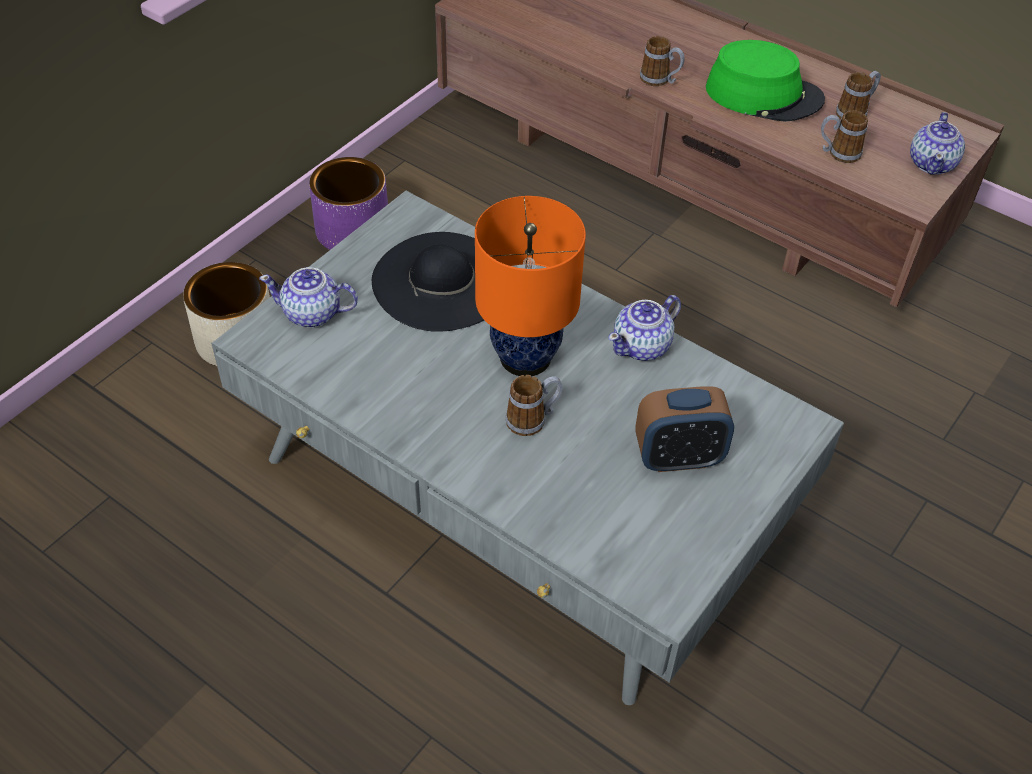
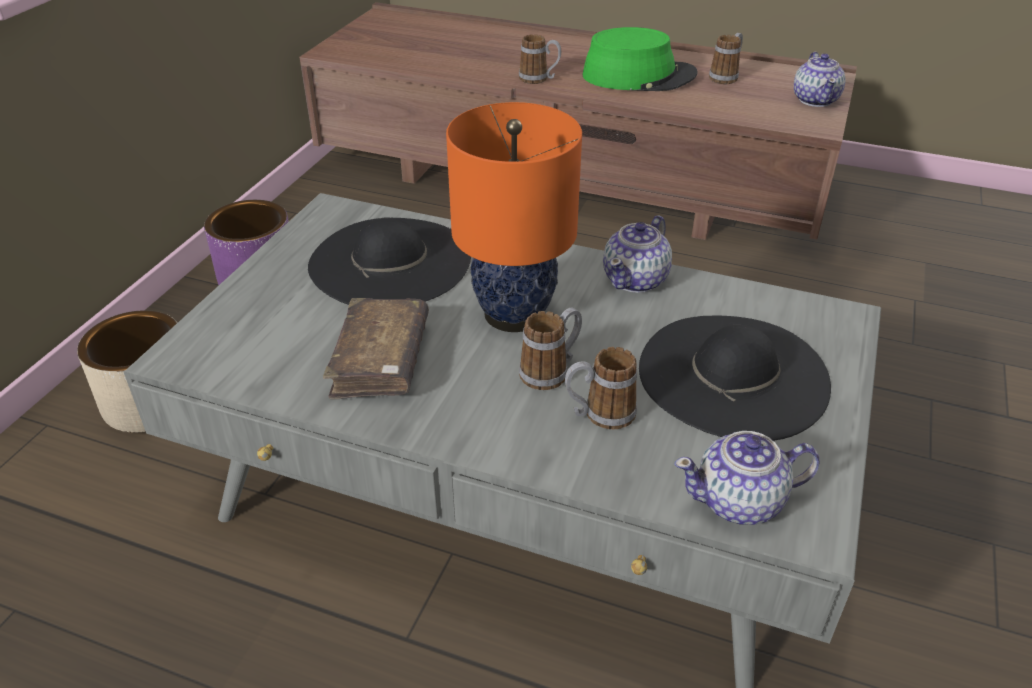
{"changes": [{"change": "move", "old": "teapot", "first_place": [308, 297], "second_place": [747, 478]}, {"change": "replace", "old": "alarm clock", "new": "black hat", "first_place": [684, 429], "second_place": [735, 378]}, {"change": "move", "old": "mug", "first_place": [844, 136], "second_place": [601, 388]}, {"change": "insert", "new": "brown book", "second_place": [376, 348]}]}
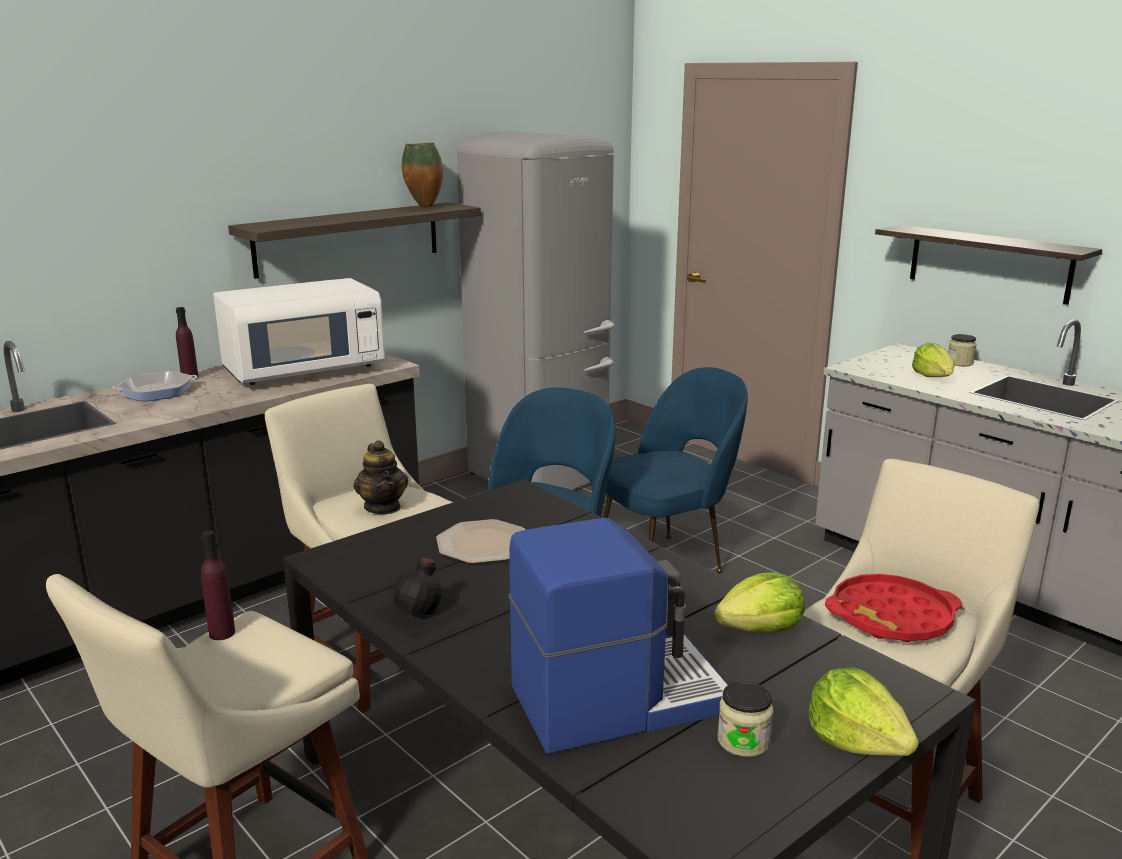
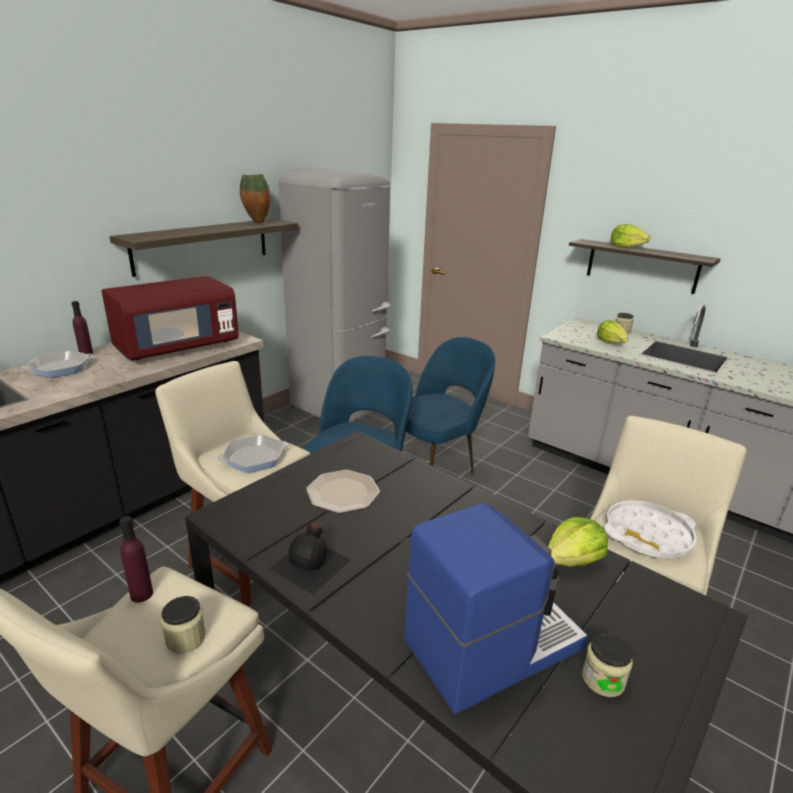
{"changes": [{"change": "recolor", "old": "white microwave", "new": "red microwave", "first_place": [299, 331], "second_place": [170, 318]}, {"change": "replace", "old": "teapot", "new": "frying pan", "first_place": [380, 477], "second_place": [253, 454]}, {"change": "move", "old": "lettuce", "first_place": [863, 712], "second_place": [630, 236]}, {"change": "recolor", "old": "red tray", "new": "white tray", "first_place": [893, 608], "second_place": [650, 529]}, {"change": "insert", "new": "jar", "second_place": [183, 624]}]}
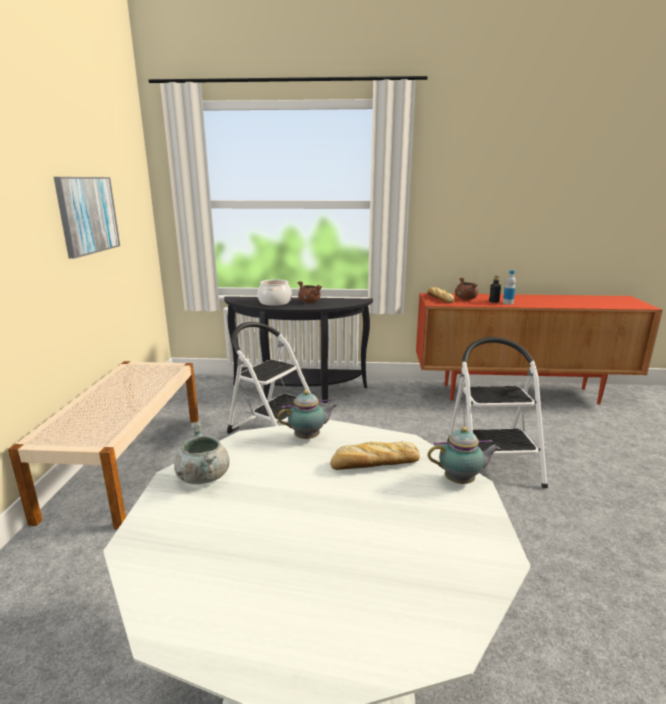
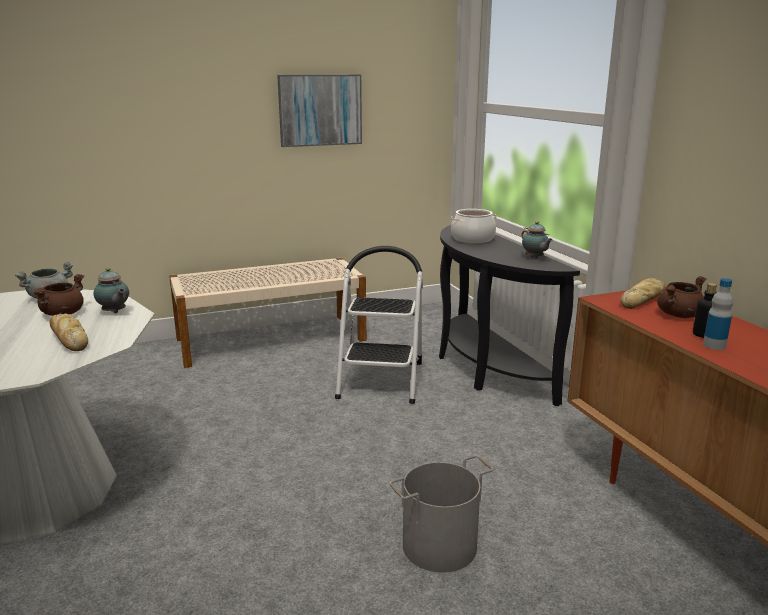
{"changes": [{"change": "move", "old": "brown cooking pot", "first_place": [310, 292], "second_place": [59, 295]}, {"change": "move", "old": "teapot", "first_place": [464, 455], "second_place": [537, 240]}, {"change": "replace", "old": "step ladder", "new": "grey bucket", "first_place": [497, 412], "second_place": [441, 514]}]}
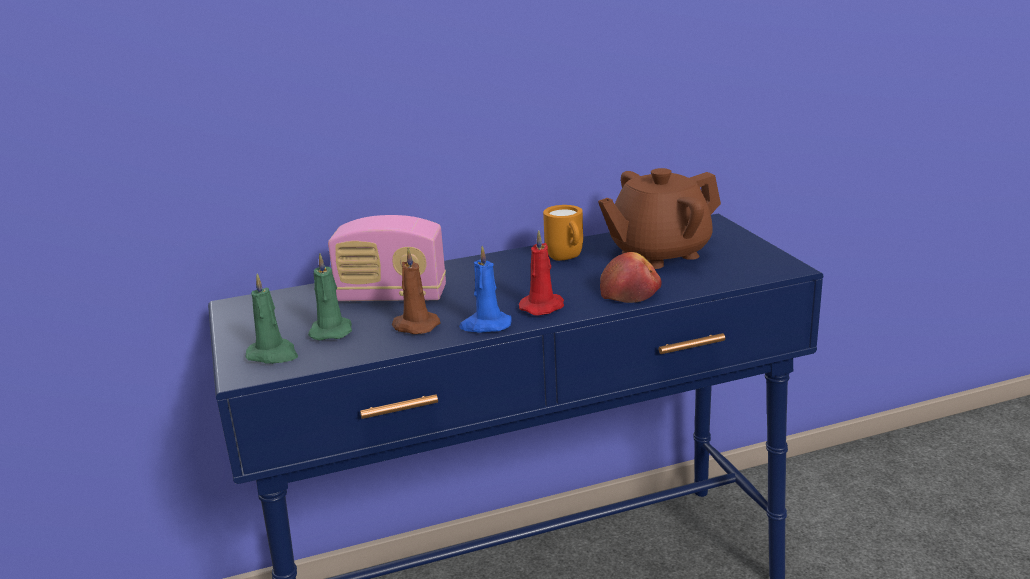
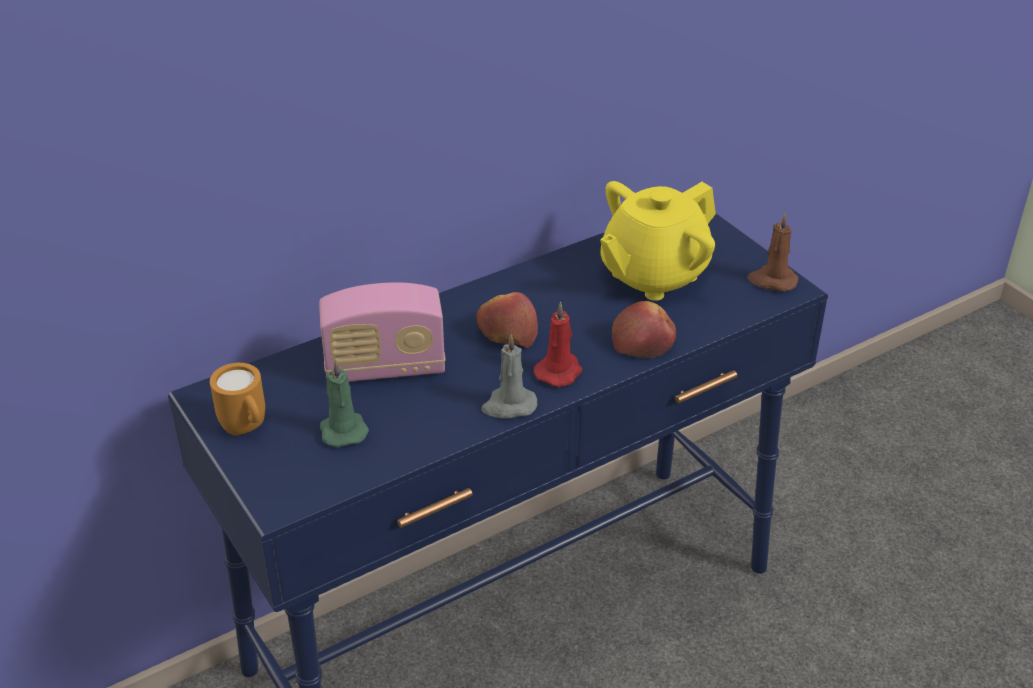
{"changes": [{"change": "delete", "old": "green candle", "first_place": [272, 318]}, {"change": "move", "old": "brown candle", "first_place": [416, 291], "second_place": [772, 252]}, {"change": "recolor", "old": "blue candle", "new": "grey candle", "first_place": [485, 289], "second_place": [509, 376]}, {"change": "move", "old": "orange mug", "first_place": [563, 233], "second_place": [237, 399]}, {"change": "recolor", "old": "brown teapot", "new": "yellow teapot", "first_place": [659, 218], "second_place": [658, 241]}, {"change": "insert", "new": "apple", "second_place": [507, 320]}]}
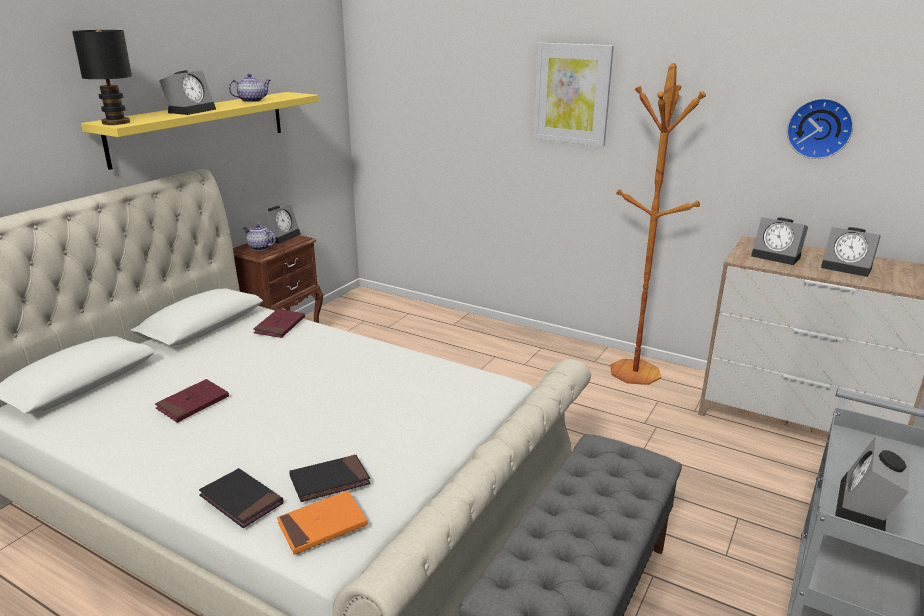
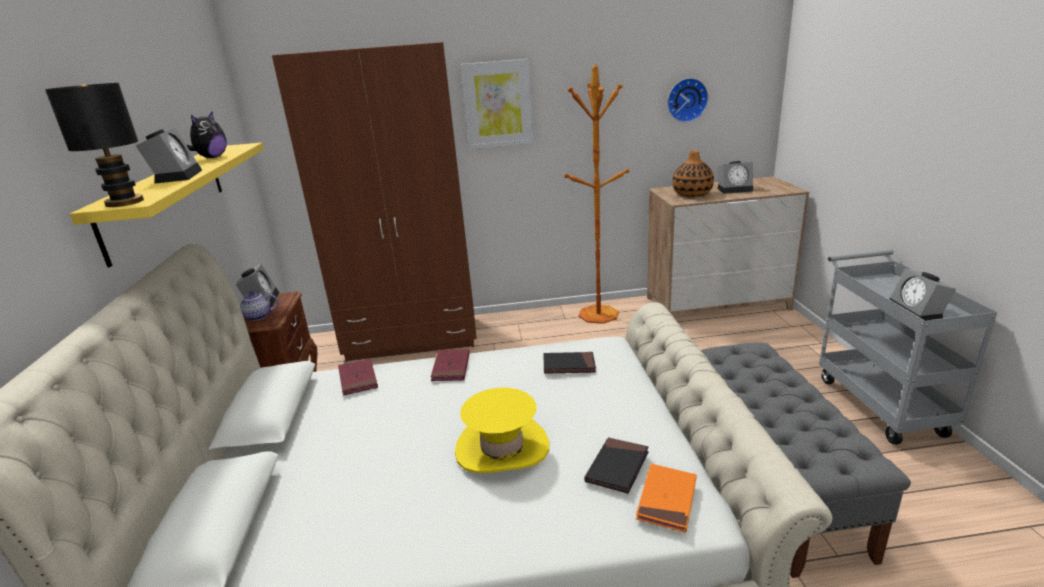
{"changes": [{"change": "move", "old": "red book", "first_place": [192, 401], "second_place": [450, 365]}, {"change": "move", "old": "black book", "first_place": [241, 498], "second_place": [569, 363]}, {"change": "replace", "old": "teapot", "new": "plush toy", "first_place": [249, 88], "second_place": [207, 135]}, {"change": "replace", "old": "alarm clock", "new": "vase", "first_place": [779, 241], "second_place": [693, 174]}, {"change": "insert", "new": "brown wardrobe", "second_place": [374, 202]}, {"change": "insert", "new": "yellow hat", "second_place": [502, 430]}]}
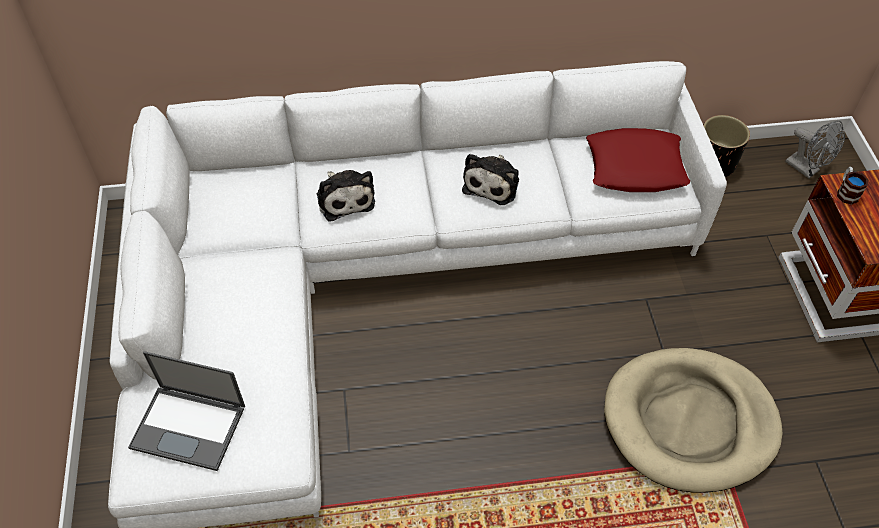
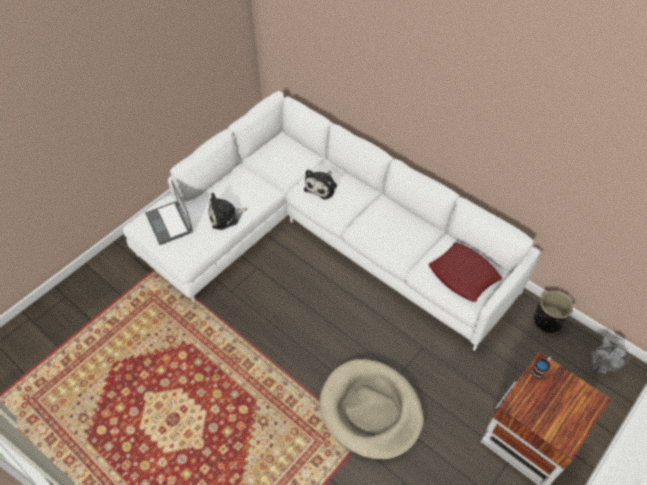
{"changes": [{"change": "move", "old": "plush toy", "first_place": [490, 179], "second_place": [227, 211]}]}
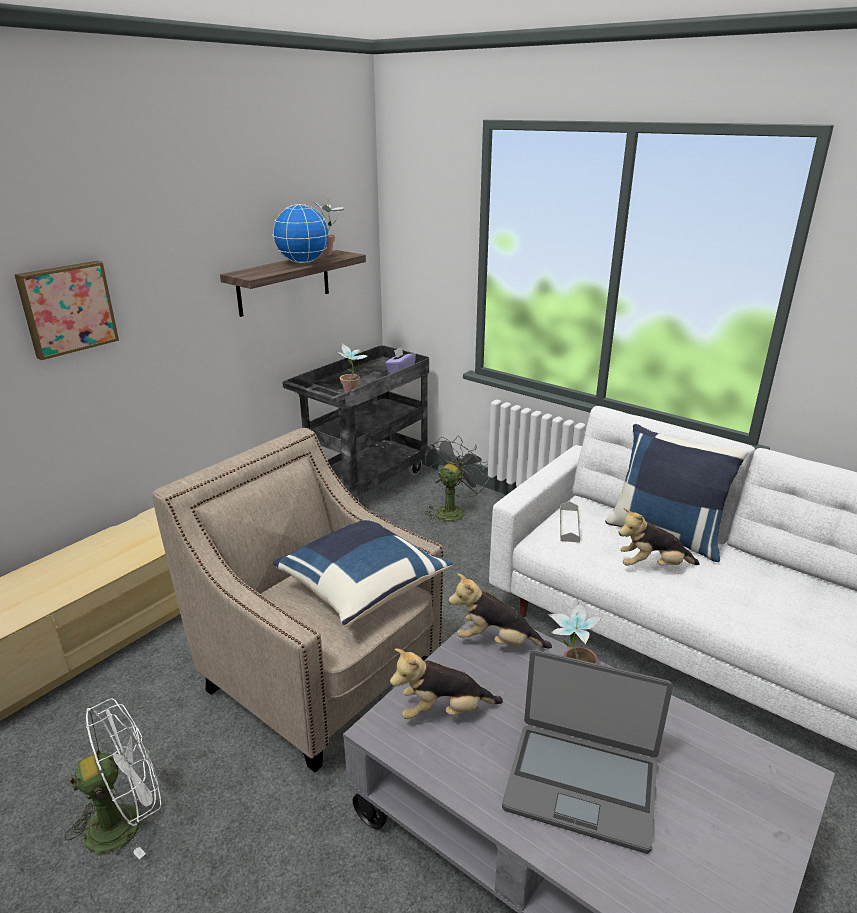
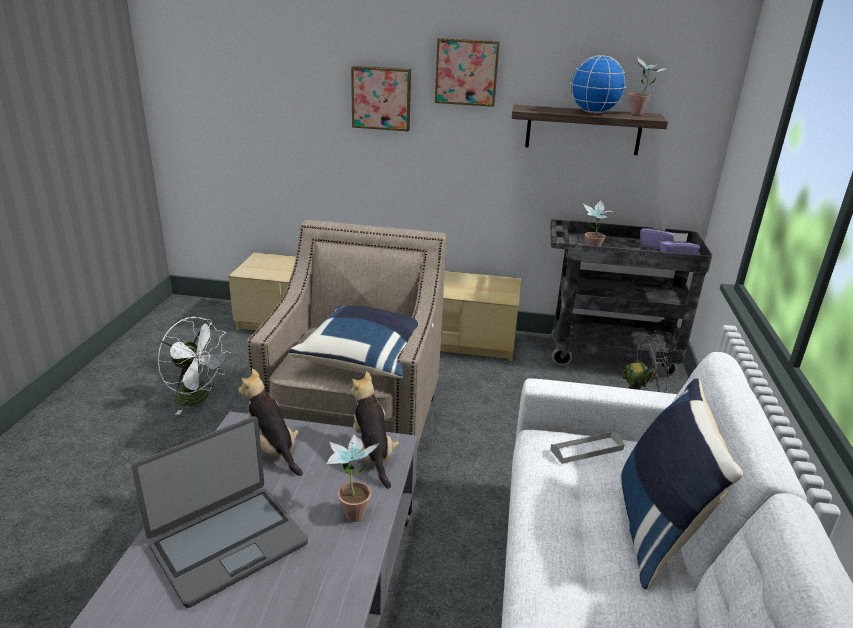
{"changes": [{"change": "rotate", "old": "laptop", "first_place": [587, 752], "second_place": [220, 512], "degrees": -120}, {"change": "delete", "old": "plush toy", "first_place": [659, 537]}, {"change": "insert", "new": "picture", "second_place": [467, 72]}, {"change": "insert", "new": "purple tissue box", "second_place": [656, 234]}]}
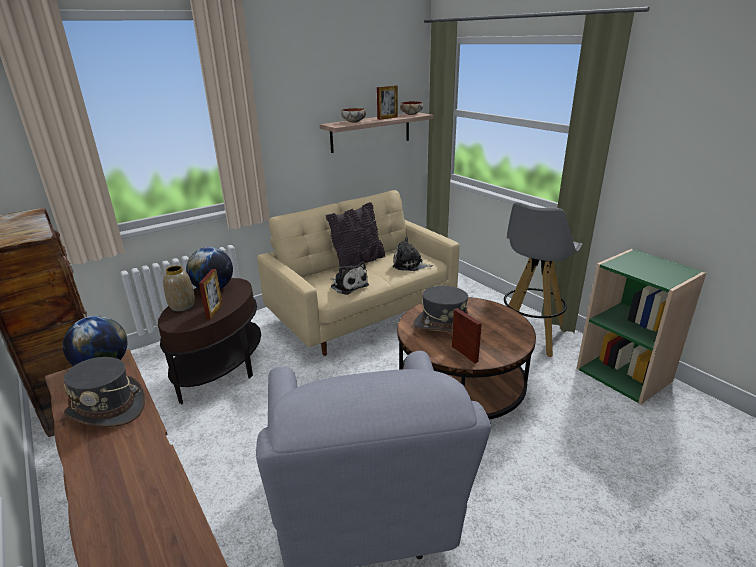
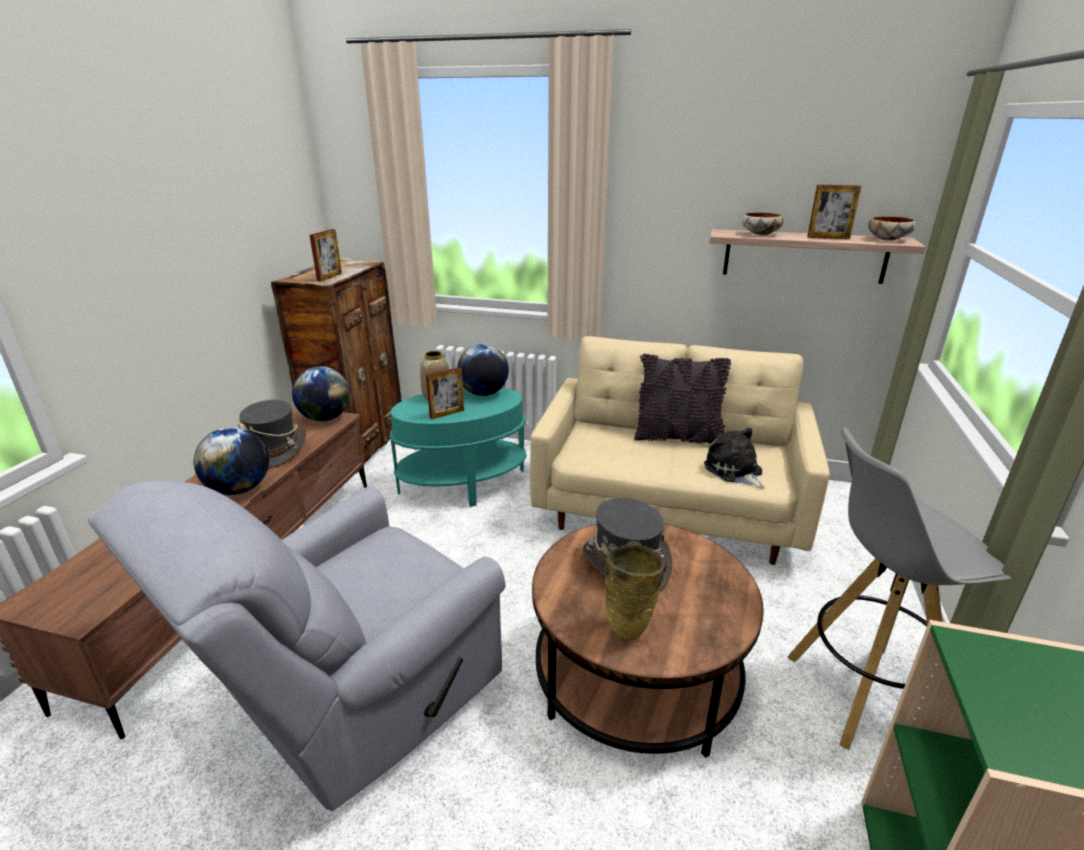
{"changes": [{"change": "recolor", "old": "brown side table", "new": "turquoise side table", "first_place": [209, 341], "second_place": [458, 447]}, {"change": "delete", "old": "plush toy", "first_place": [350, 278]}, {"change": "move", "old": "picture frame", "first_place": [467, 335], "second_place": [326, 255]}, {"change": "insert", "new": "globe", "second_place": [231, 461]}, {"change": "insert", "new": "beige vase", "second_place": [634, 592]}]}
